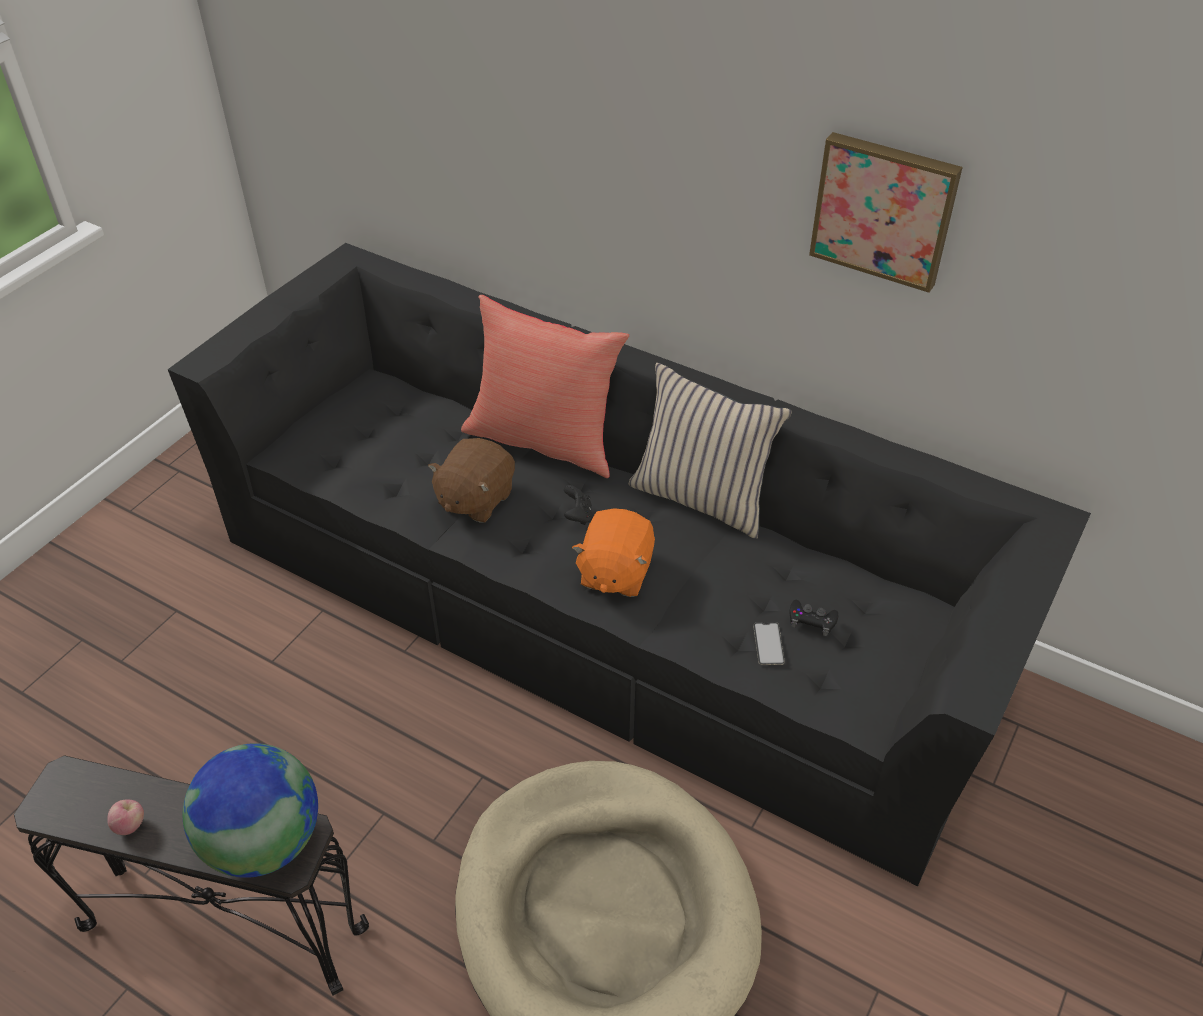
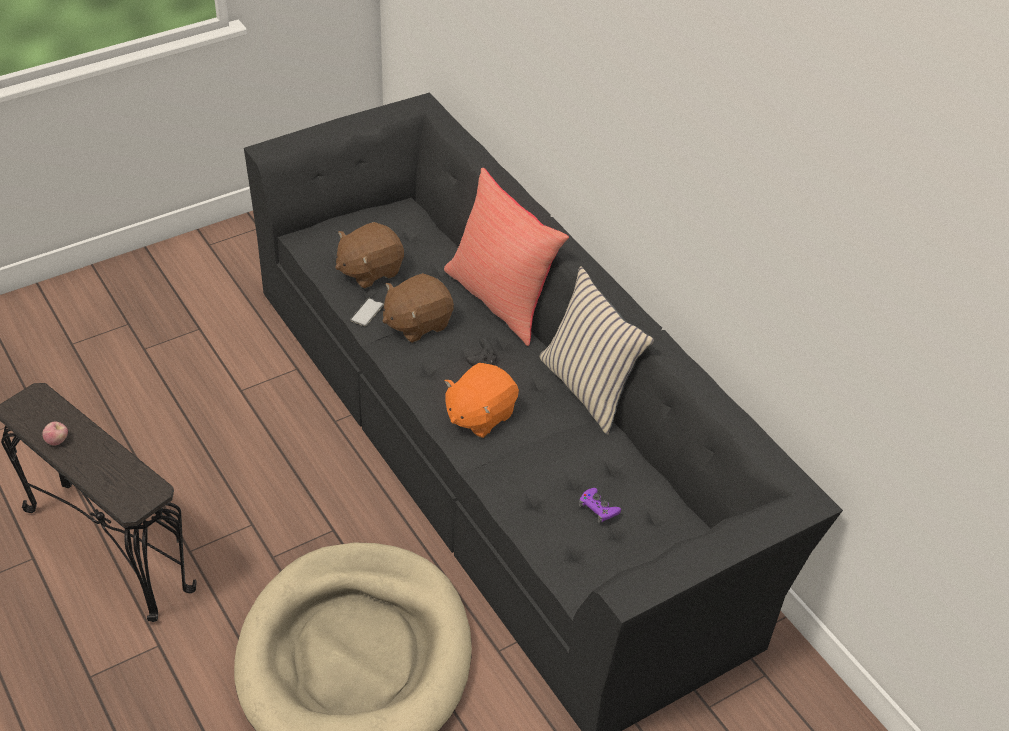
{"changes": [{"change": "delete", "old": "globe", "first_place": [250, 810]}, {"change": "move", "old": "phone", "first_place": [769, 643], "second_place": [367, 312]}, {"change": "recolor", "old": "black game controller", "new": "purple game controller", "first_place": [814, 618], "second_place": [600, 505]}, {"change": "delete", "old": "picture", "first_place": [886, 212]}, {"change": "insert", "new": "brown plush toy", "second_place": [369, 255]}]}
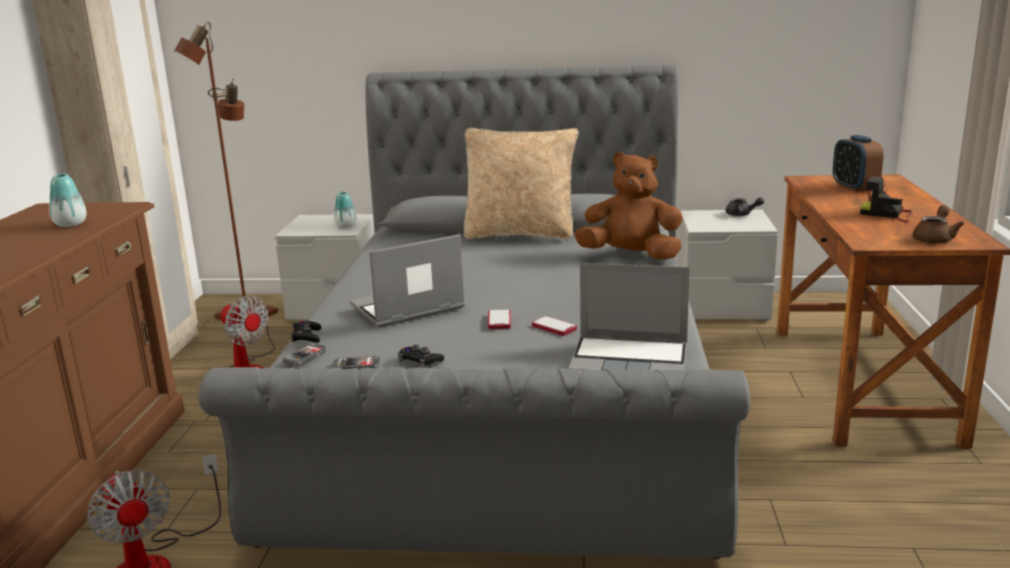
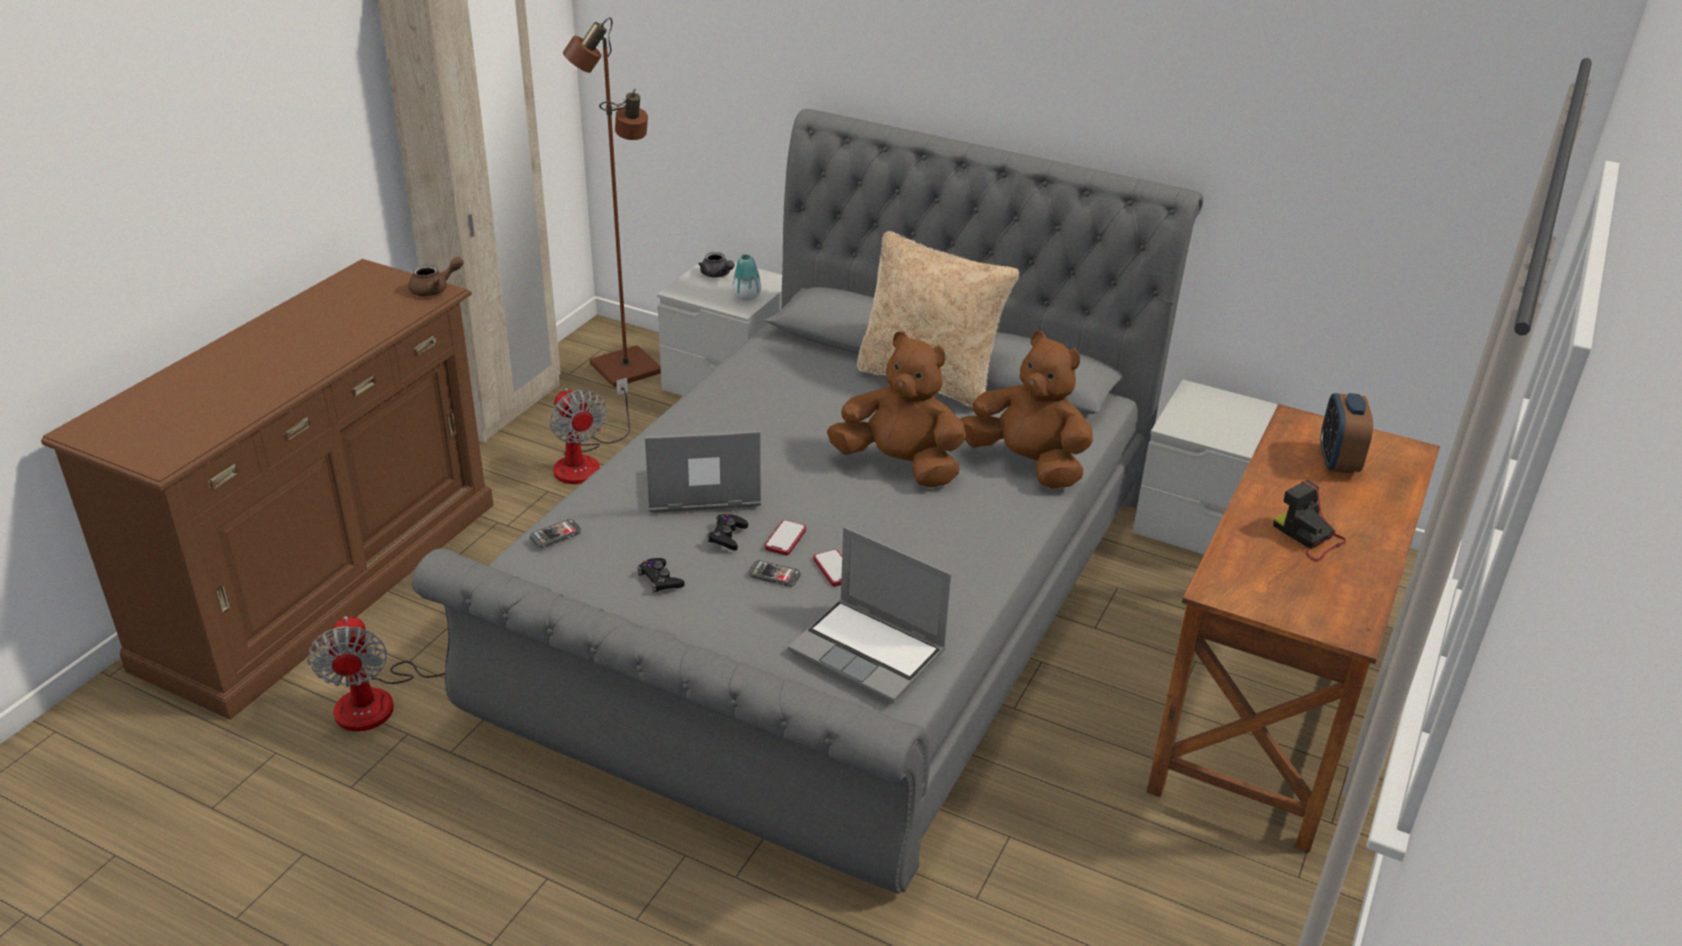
{"changes": [{"change": "delete", "old": "vase", "first_place": [67, 200]}, {"change": "move", "old": "black game controller", "first_place": [305, 331], "second_place": [727, 532]}, {"change": "move", "old": "phone", "first_place": [356, 362], "second_place": [774, 573]}, {"change": "move", "old": "grey teapot", "first_place": [745, 206], "second_place": [716, 265]}, {"change": "move", "old": "brown teapot", "first_place": [939, 224], "second_place": [436, 276]}, {"change": "insert", "new": "brown plush toy", "second_place": [896, 410]}]}
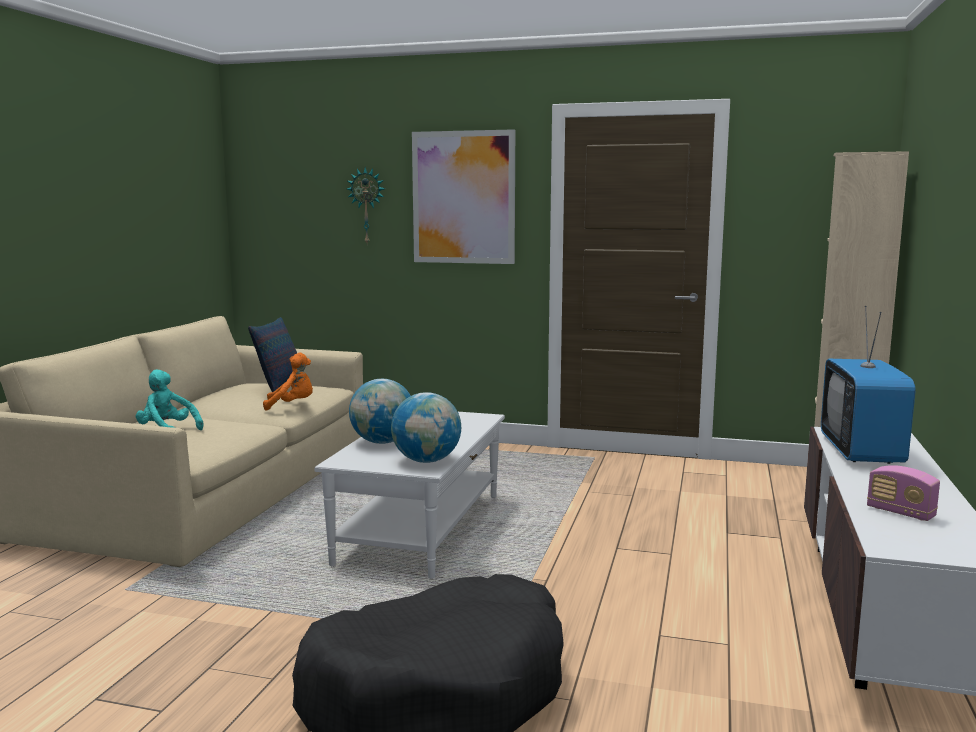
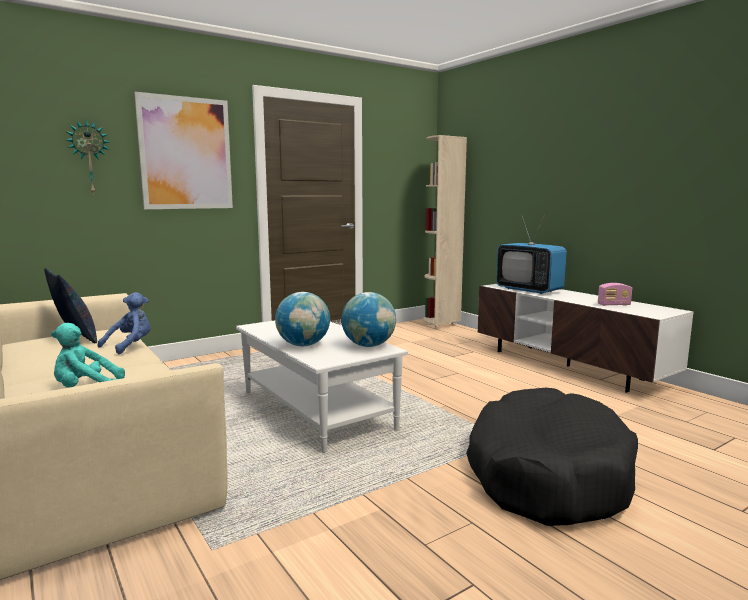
{"changes": [{"change": "recolor", "old": "orange plush toy", "new": "blue plush toy", "first_place": [288, 381], "second_place": [124, 323]}]}
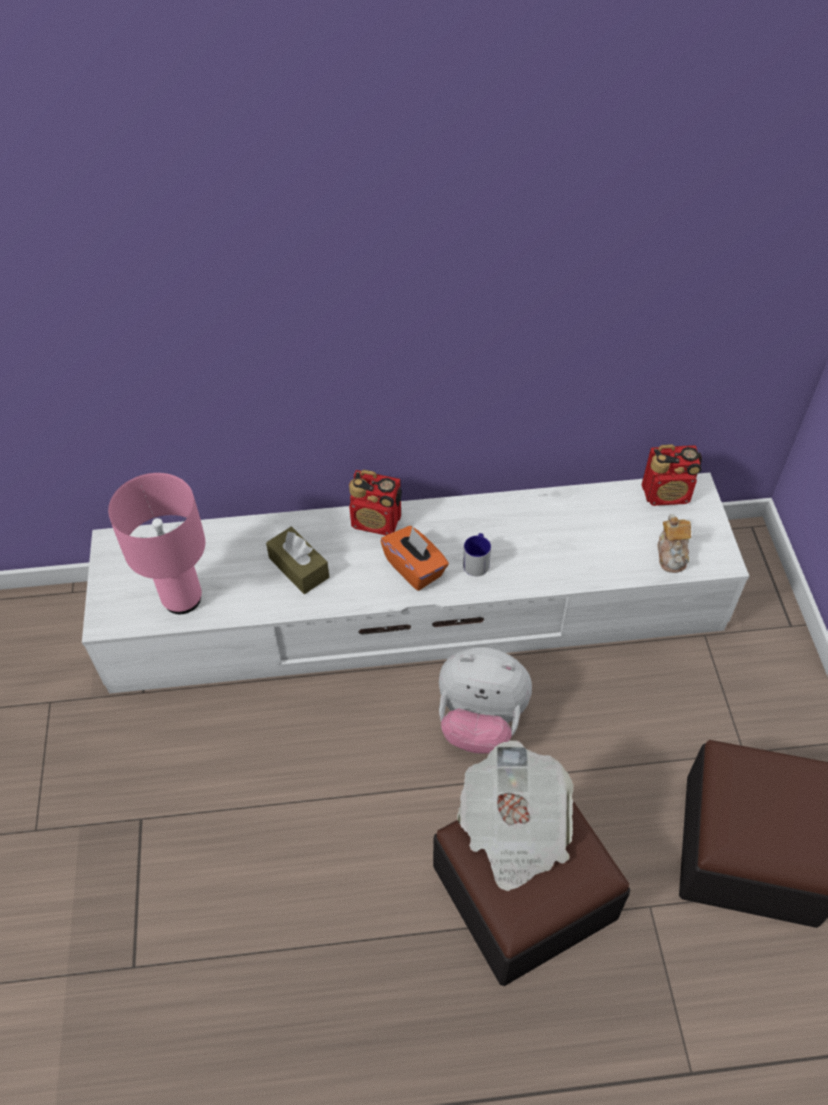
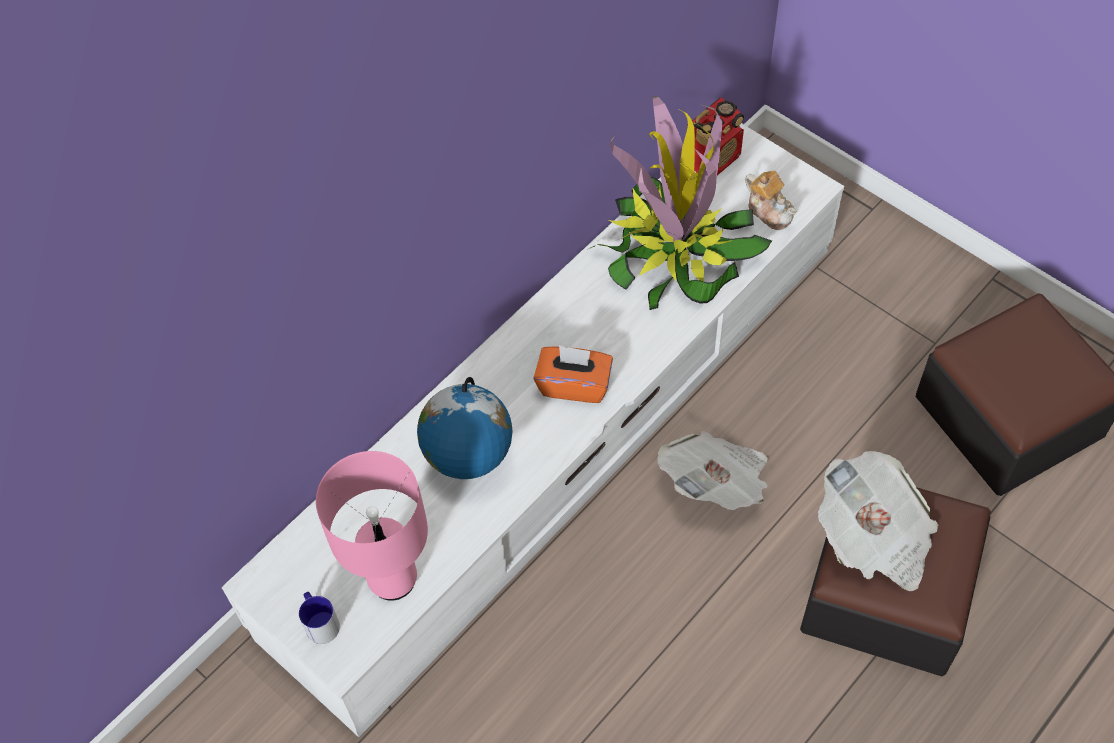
{"changes": [{"change": "replace", "old": "brown tissue box", "new": "globe", "first_place": [297, 560], "second_place": [464, 428]}, {"change": "delete", "old": "radio", "first_place": [375, 502]}, {"change": "replace", "old": "plush toy", "new": "newspaper", "first_place": [485, 700], "second_place": [712, 470]}, {"change": "move", "old": "mug", "first_place": [477, 554], "second_place": [319, 618]}, {"change": "insert", "new": "potted plant", "second_place": [680, 203]}]}
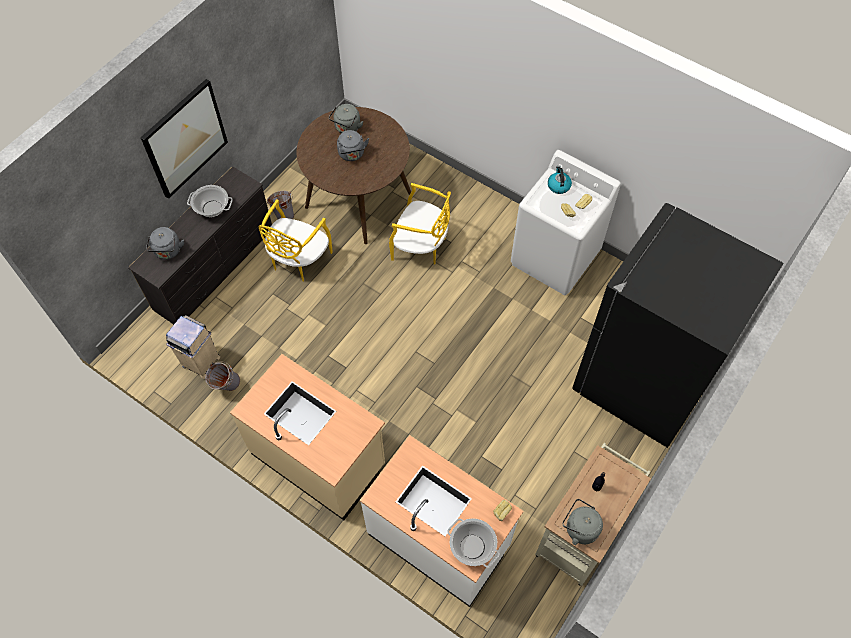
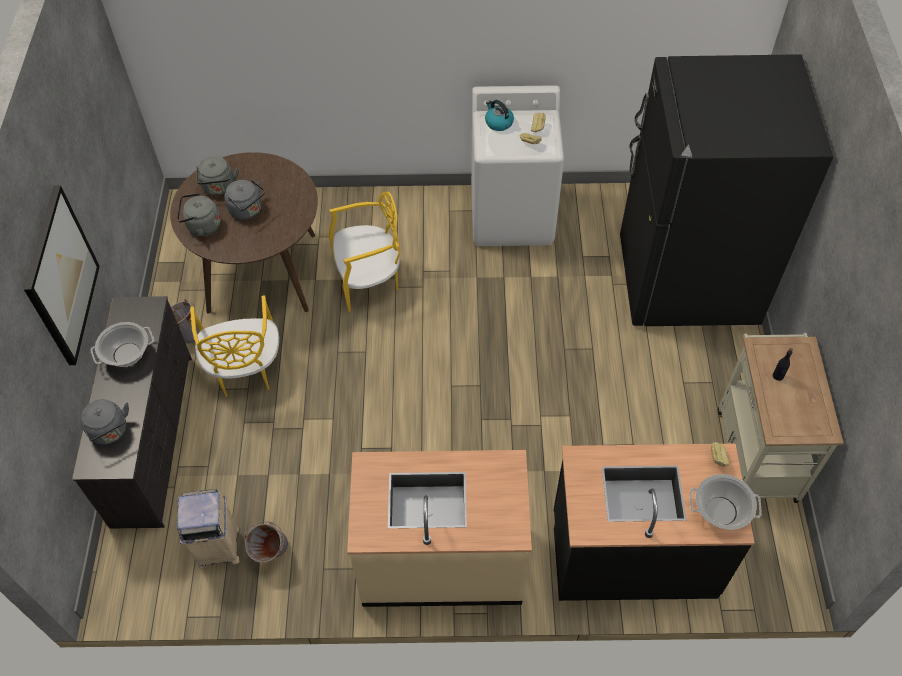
{"changes": [{"change": "recolor", "old": "white counter", "new": "black counter", "first_place": [441, 521], "second_place": [654, 522]}, {"change": "move", "old": "grey kettle", "first_place": [583, 522], "second_place": [199, 214]}]}
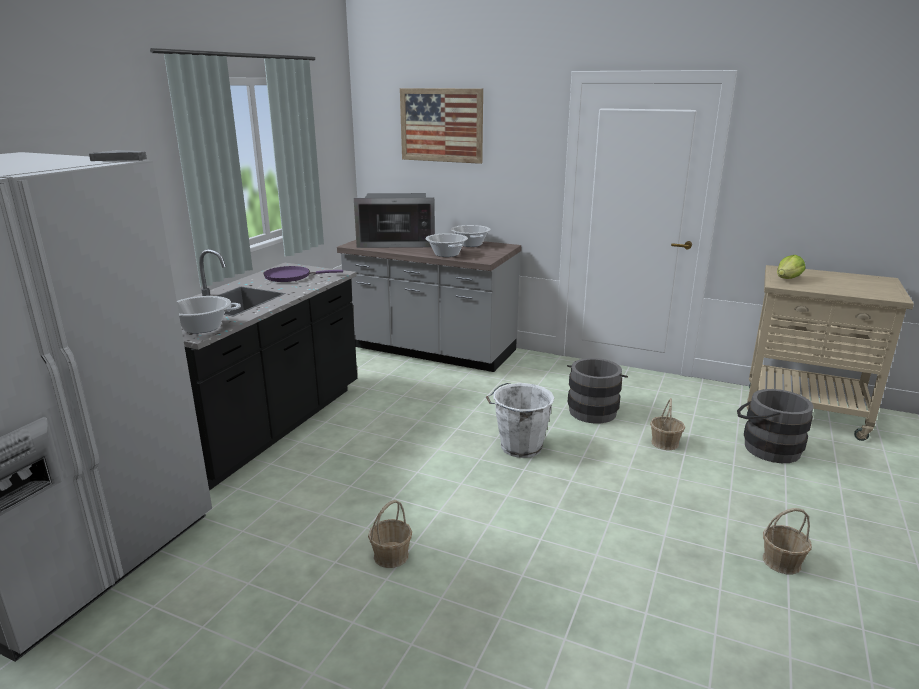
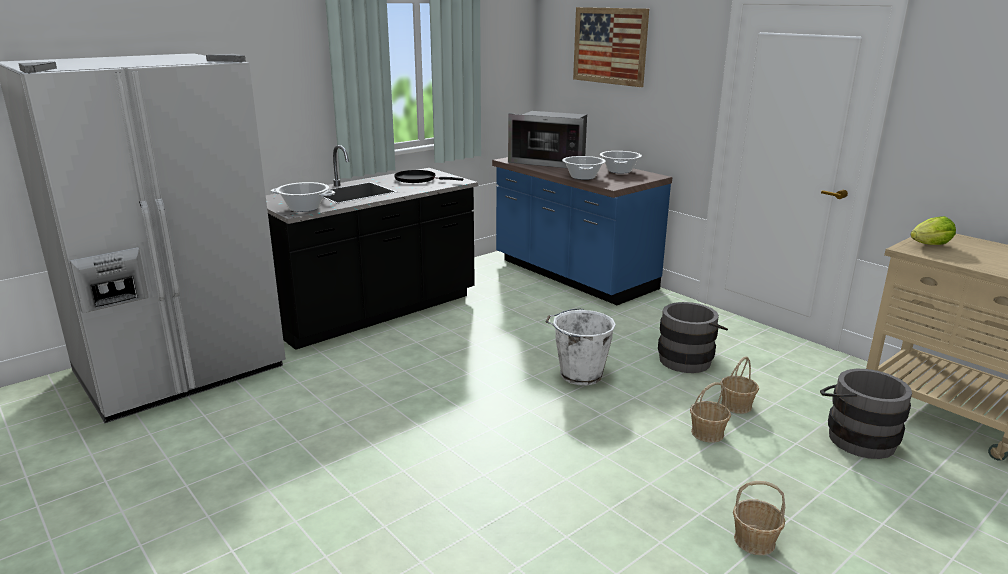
{"changes": [{"change": "recolor", "old": "purple frying pan", "new": "black frying pan", "first_place": [303, 274], "second_place": [429, 176]}, {"change": "recolor", "old": "grey counter", "new": "blue counter", "first_place": [429, 306], "second_place": [582, 231]}, {"change": "move", "old": "basket", "first_place": [390, 534], "second_place": [710, 412]}]}
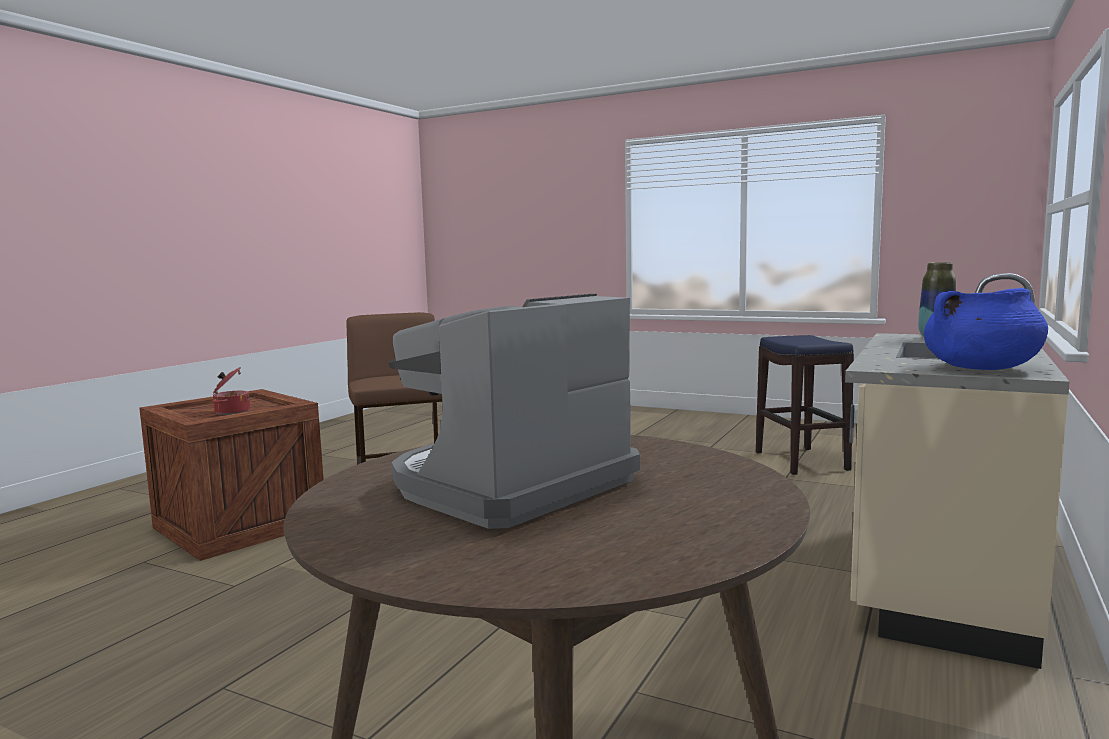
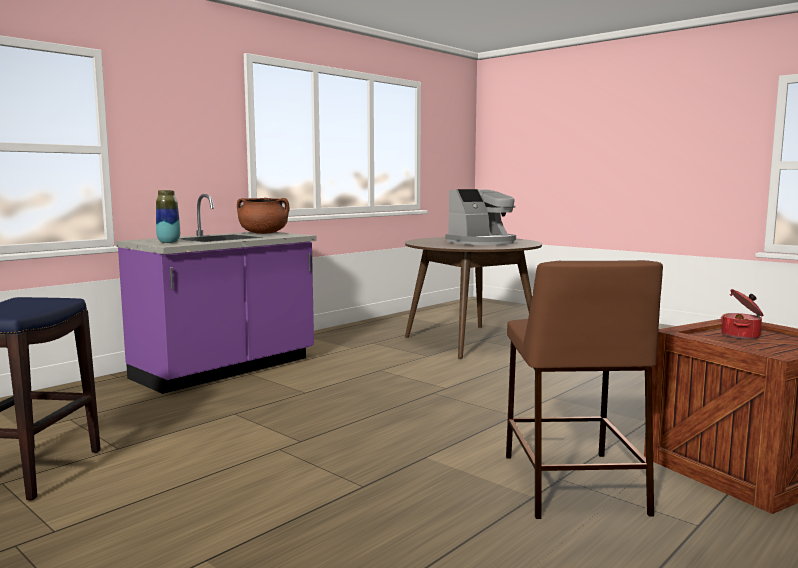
{"changes": [{"change": "recolor", "old": "beige counter", "new": "purple counter", "first_place": [957, 471], "second_place": [216, 294]}, {"change": "recolor", "old": "blue cooking pot", "new": "brown cooking pot", "first_place": [986, 329], "second_place": [263, 216]}]}
